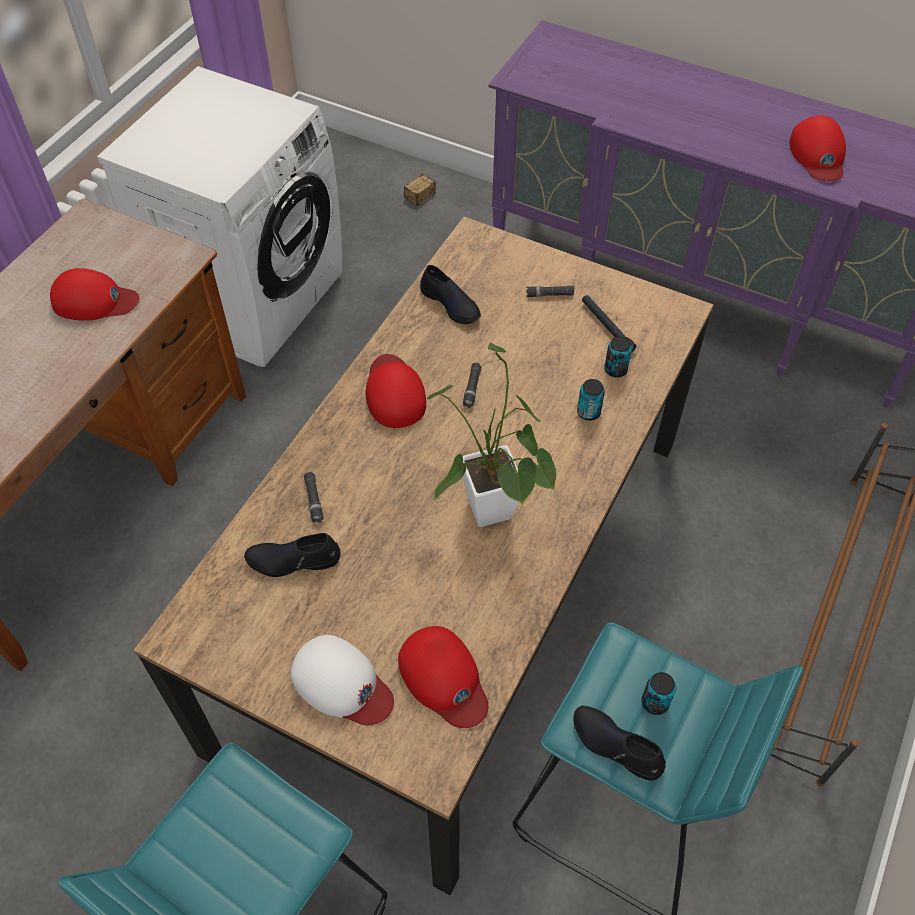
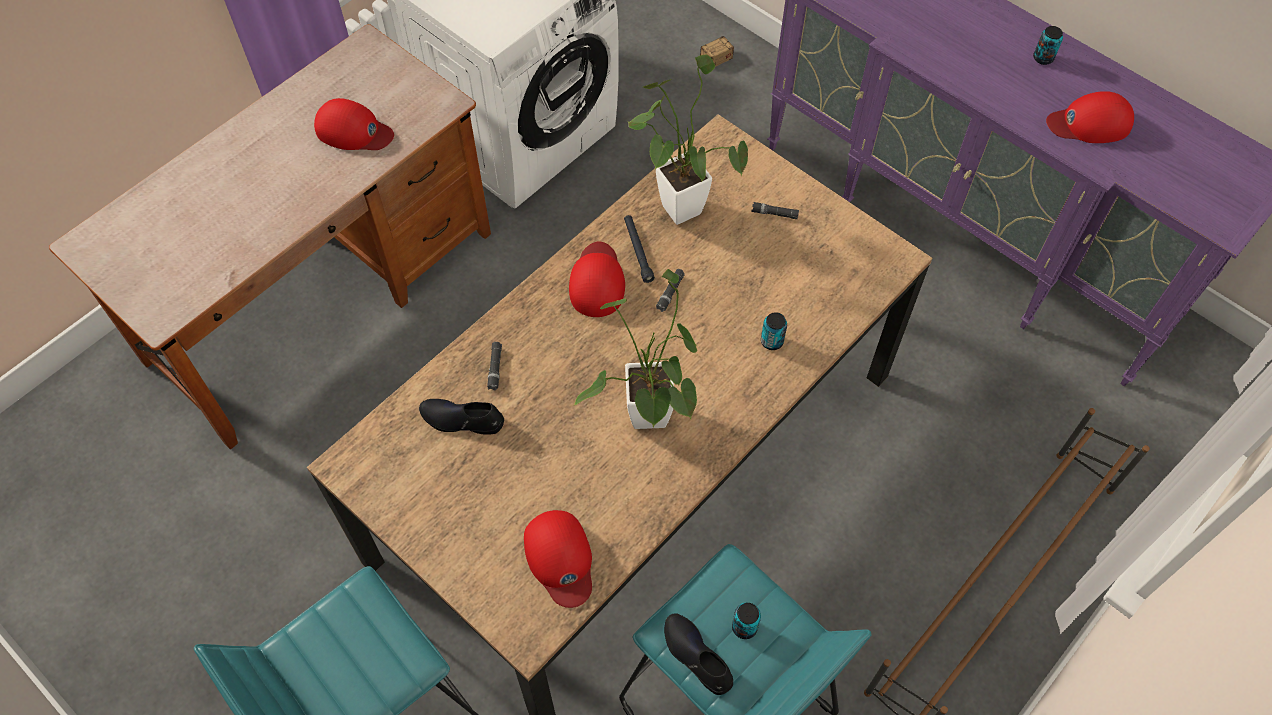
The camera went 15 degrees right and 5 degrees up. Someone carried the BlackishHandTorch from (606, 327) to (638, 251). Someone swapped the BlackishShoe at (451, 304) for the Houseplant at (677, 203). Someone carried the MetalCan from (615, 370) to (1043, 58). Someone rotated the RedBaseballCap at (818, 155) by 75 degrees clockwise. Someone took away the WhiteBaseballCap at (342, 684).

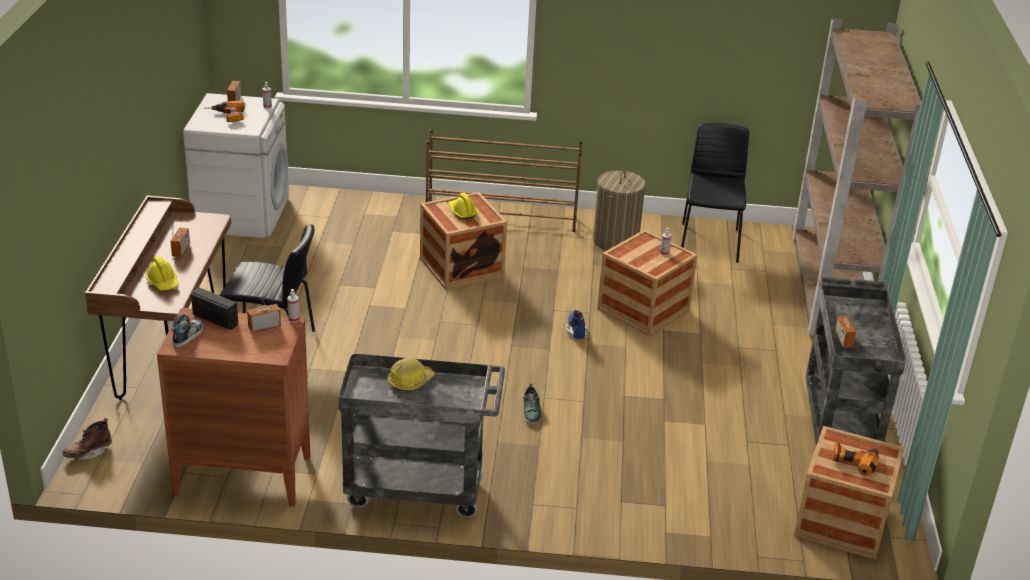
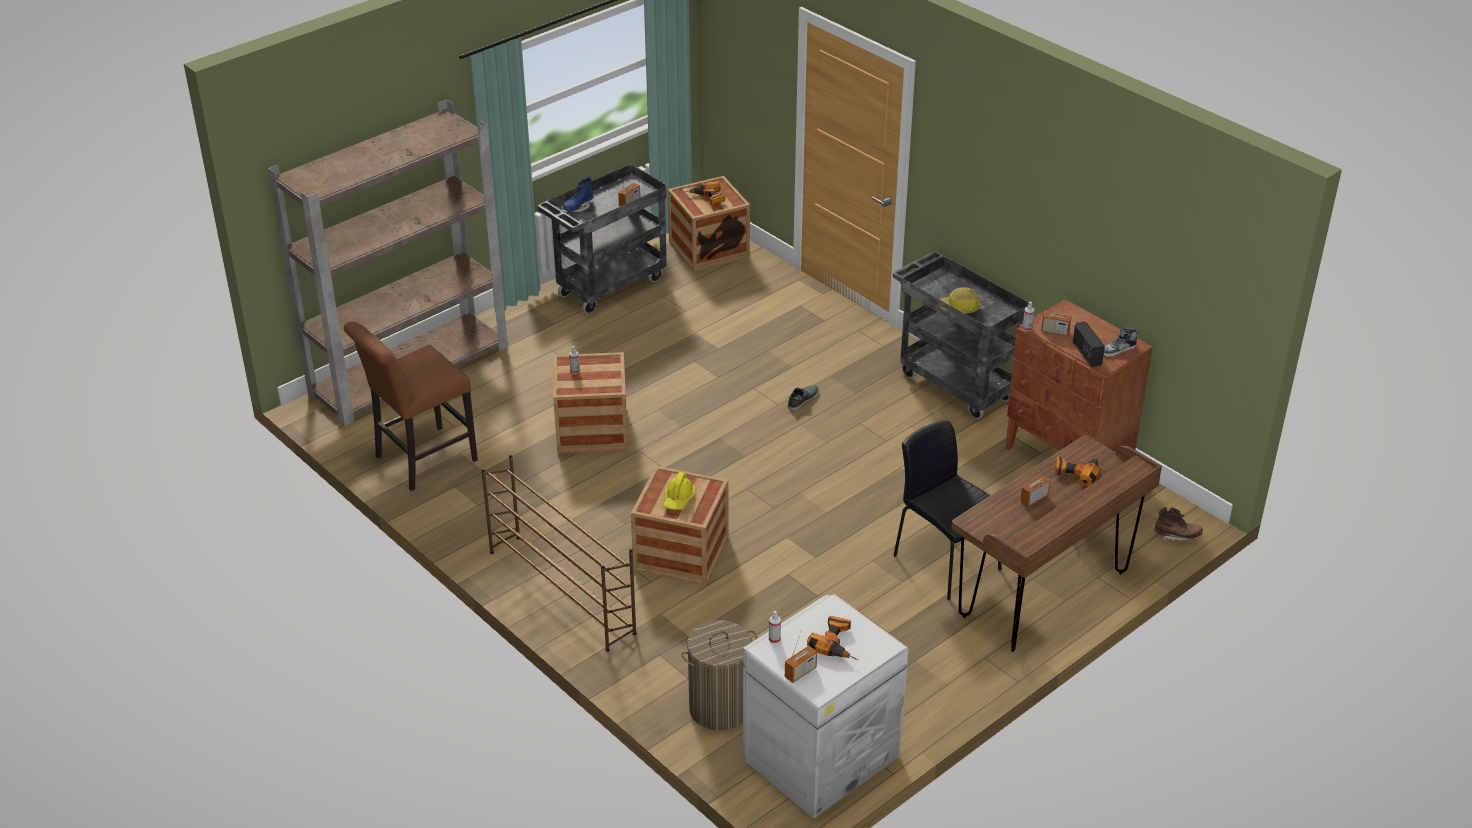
The camera went 135 degrees left and 5 degrees up. Someone swapped the BlackishUprightChair at (709, 241) for the BrownishStoolSeat at (420, 461). Someone carried the BlueTallBoot from (576, 331) to (578, 207). Someone carried the Hamper from (615, 241) to (720, 708). Someone swapped the YellowishWorkHelmet at (163, 282) for the PowerDrill at (1076, 471).

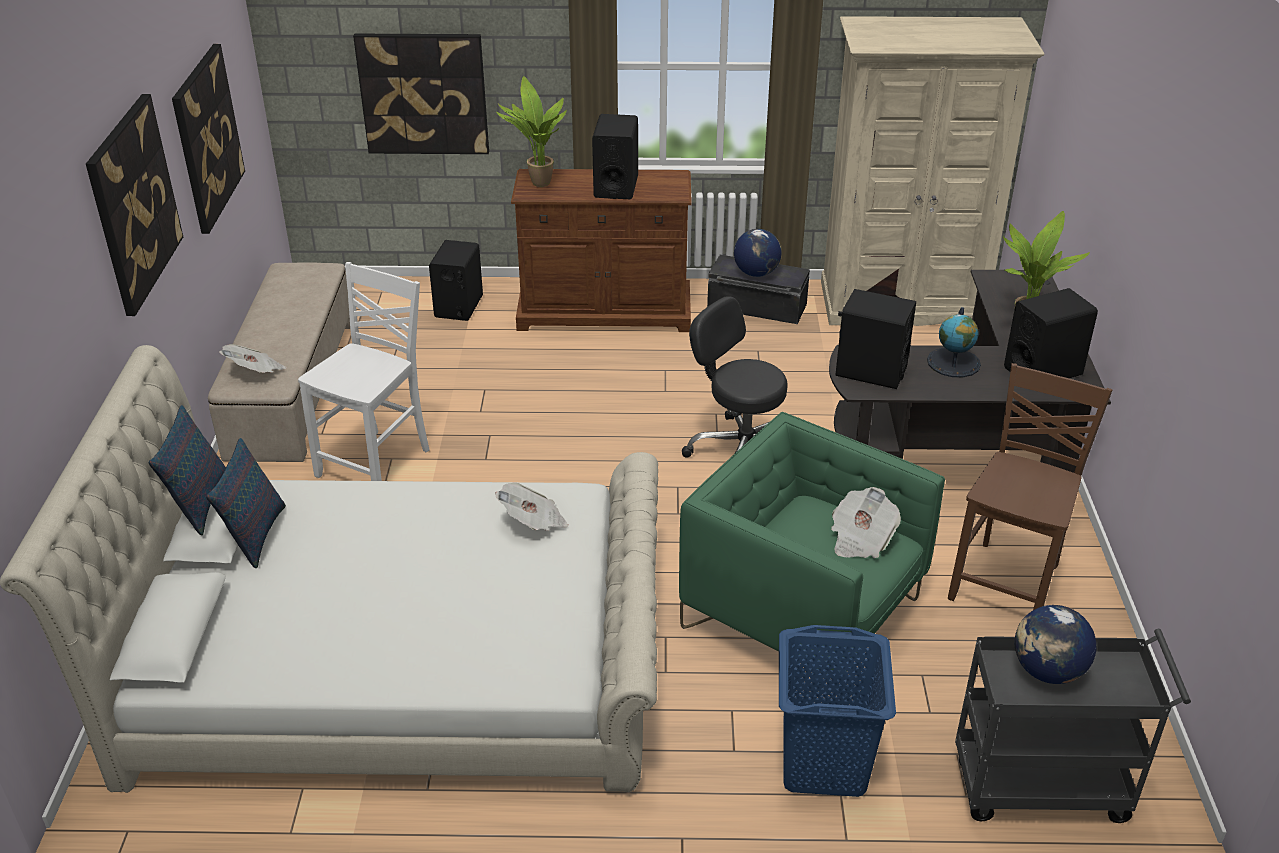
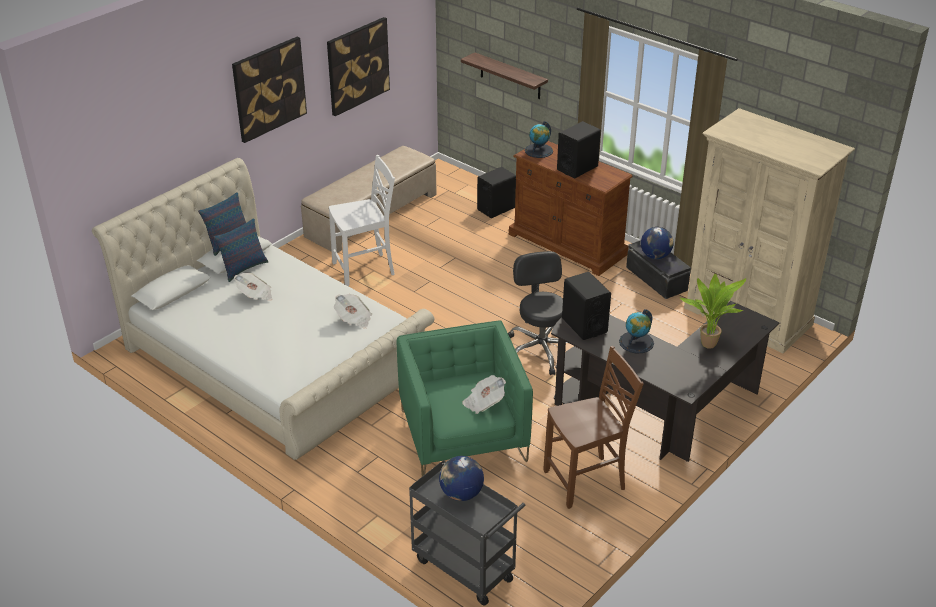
The camera went 40 degrees right and 0 degrees up. Someone carried the Newspaper from (256, 372) to (255, 295). Someone swapped the Picture at (423, 93) for the WallShelf at (510, 76). Someone swapped the Houseplant at (537, 184) for the Globe at (539, 151). Someone took away the BlueHamper at (823, 764). Someone took away the BlackishAudioSpeaker at (1043, 371).

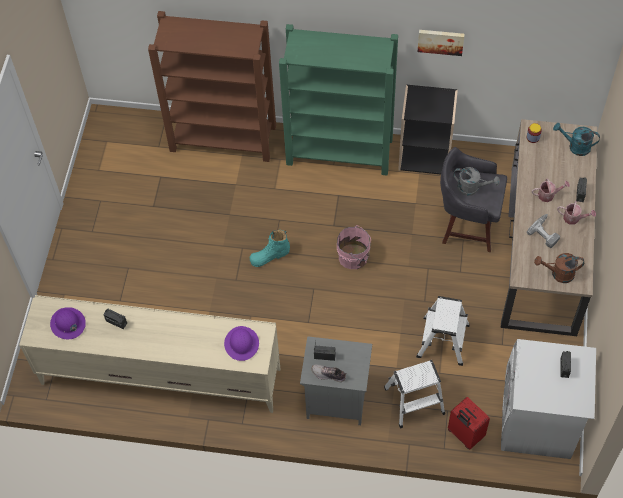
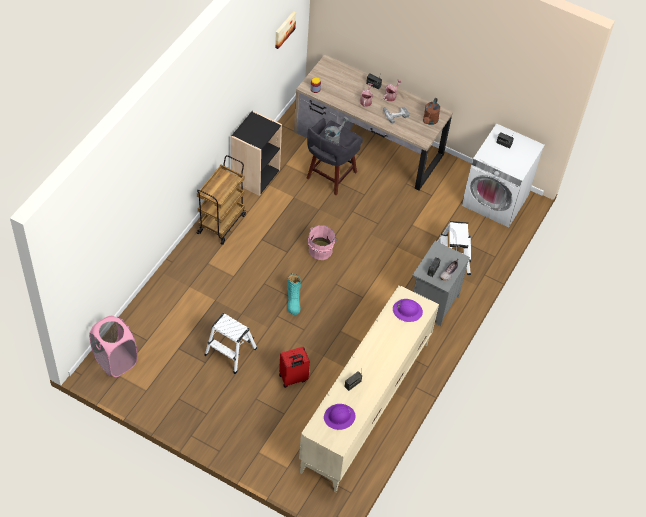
The camera went 75 degrees left and 5 degrees down. Someone put down the PinkColouredHamper at (115, 360). Someone swapped the GreenColouredBookshelf at (339, 151) for the BrownishCart at (222, 223). Someone carried the WhiteStepLadder from (443, 340) to (230, 351). Someone carried the Picture from (440, 41) to (284, 29). Someone carried the RedPieceOfLuggage from (464, 434) to (293, 378). Someone took away the BrownishBookshelf at (223, 138). Someone took away the BlueGreenWateringPot at (575, 146).

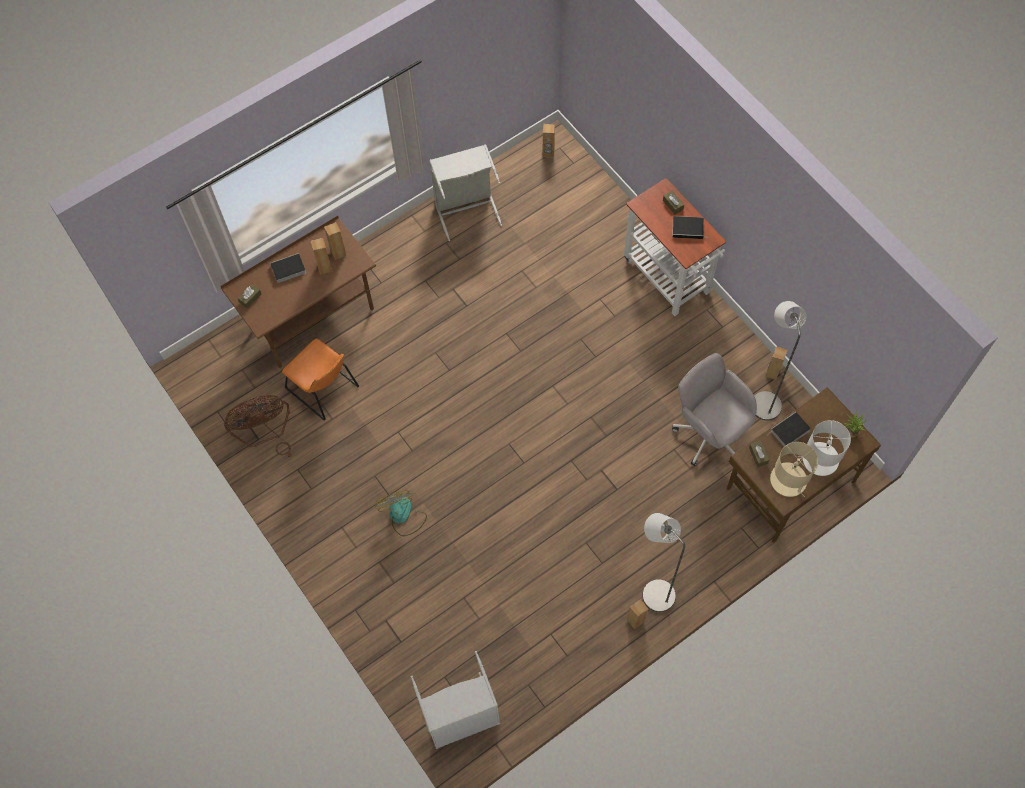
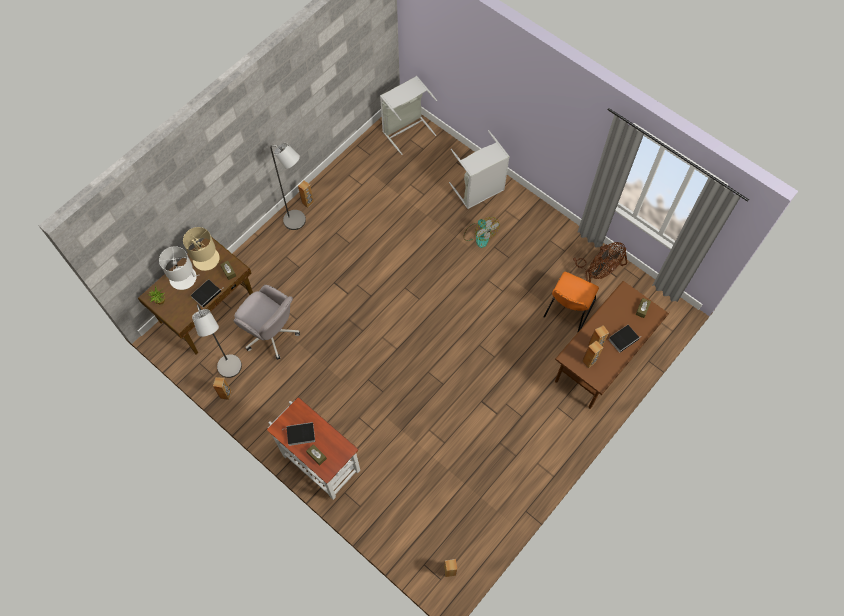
The camera went 165 degrees right and 0 degrees up. Someone carried the GreyishHamper from (466, 209) to (479, 191). Someone rotated the OrangeColouredUprightChair at (324, 390) by 90 degrees counterclockwise.

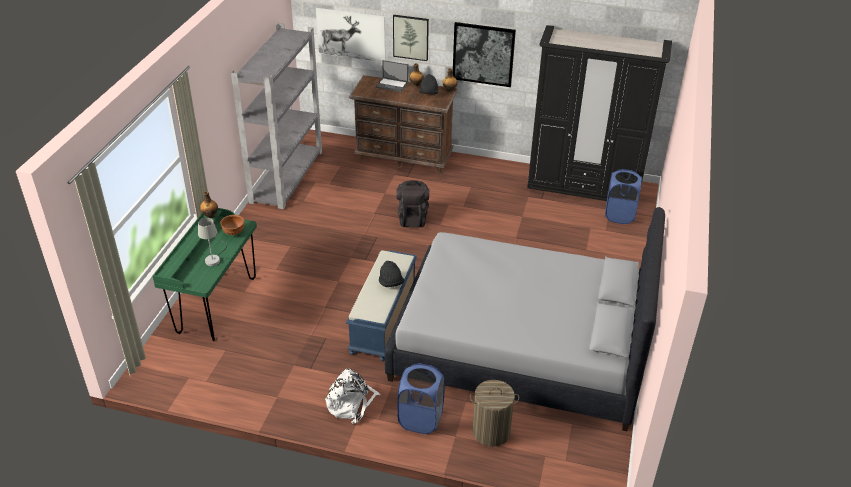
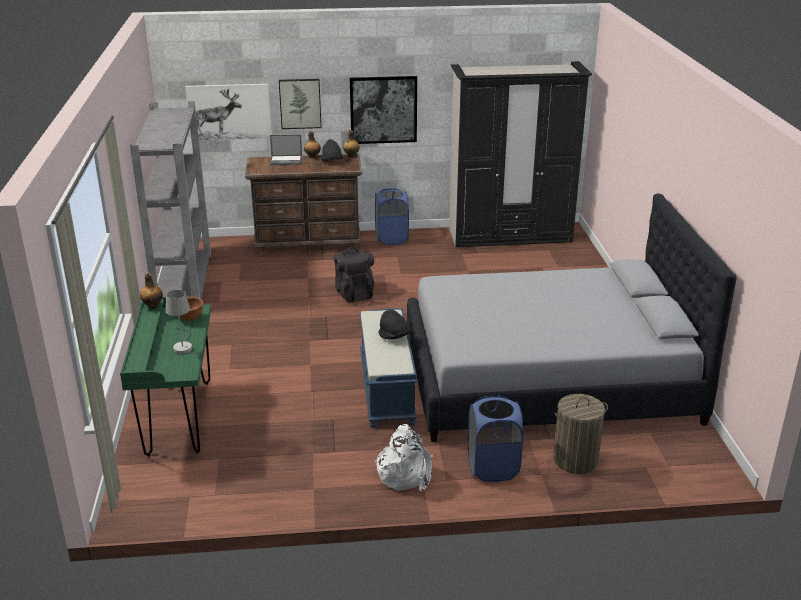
The camera went 20 degrees left and 10 degrees down. Someone carried the BlueHamper from (619, 215) to (391, 239).

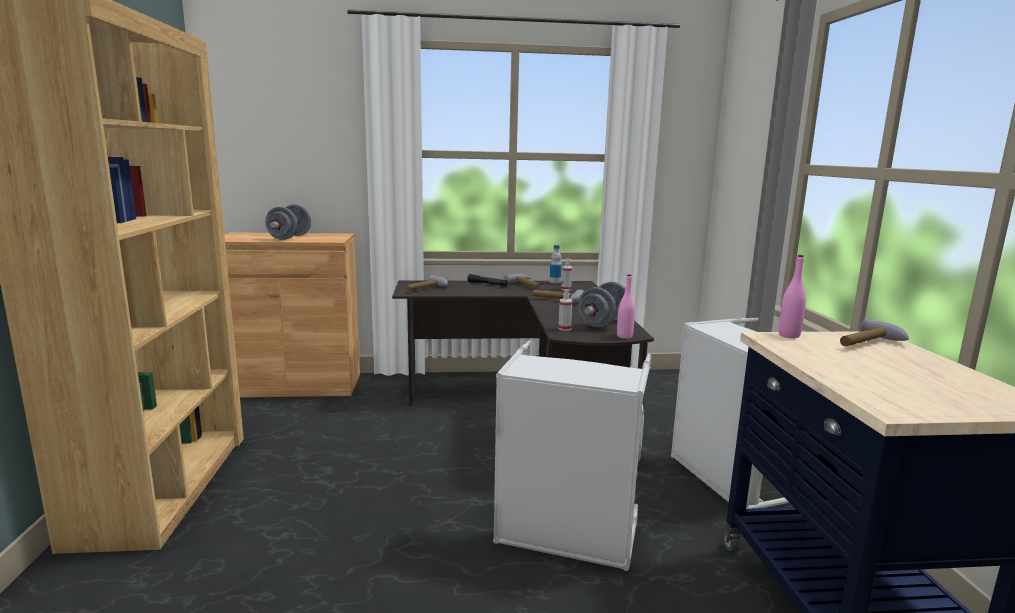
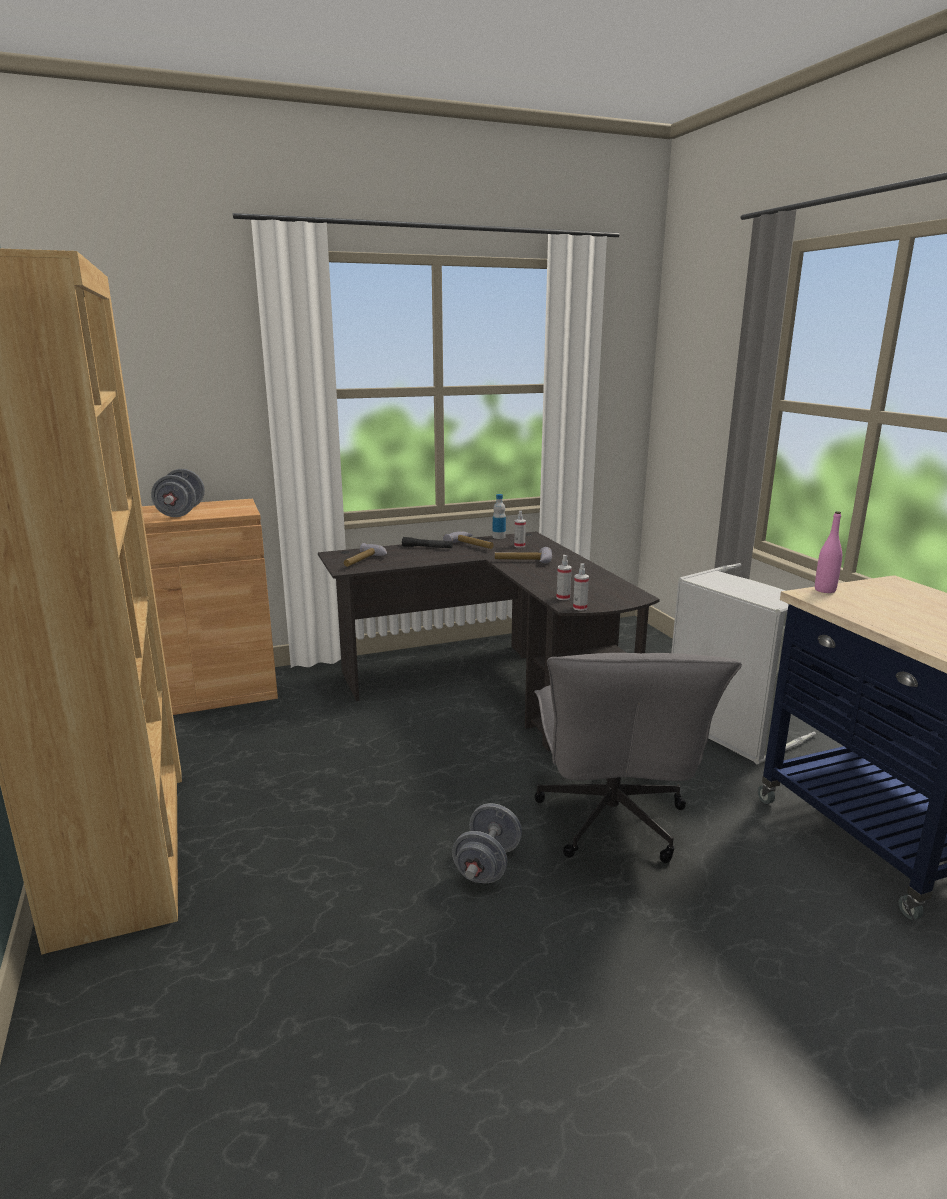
The camera went 15 degrees left and 5 degrees up. Someone carried the GreyishFreeWeight from (603, 322) to (487, 865). Someone swapped the GreyishHamper at (566, 535) for the GreyishOfficeChair at (610, 817). Someone put down the Sprayer at (580, 608). Someone took away the PinkColouredBeverageBottle at (624, 336). Someone took away the Hammer at (869, 344).

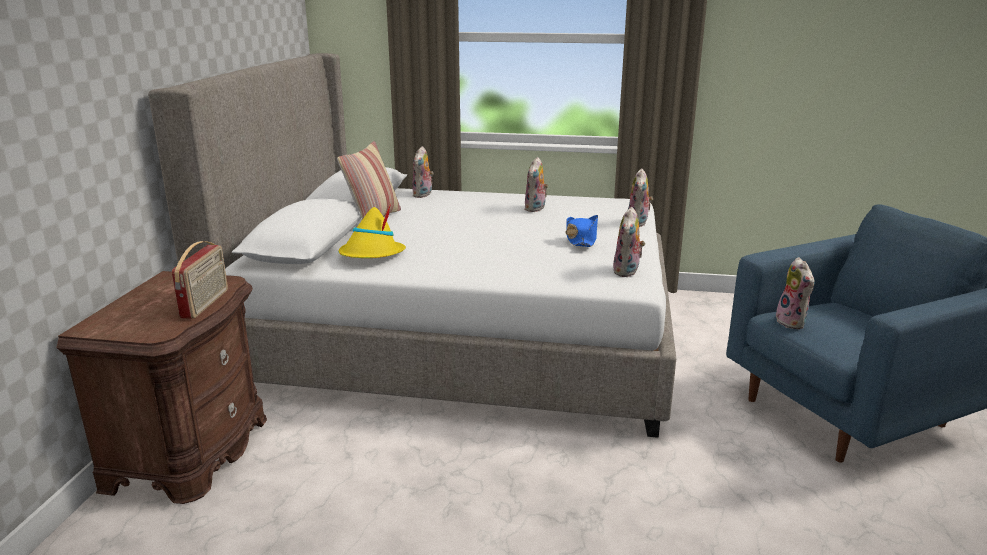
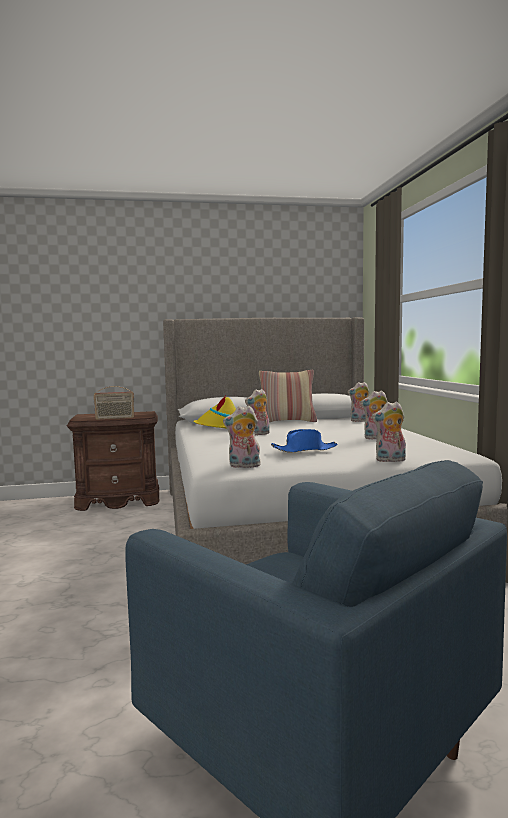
The camera went 70 degrees right and 15 degrees down. Someone carried the SoftToy from (793, 322) to (259, 434).

